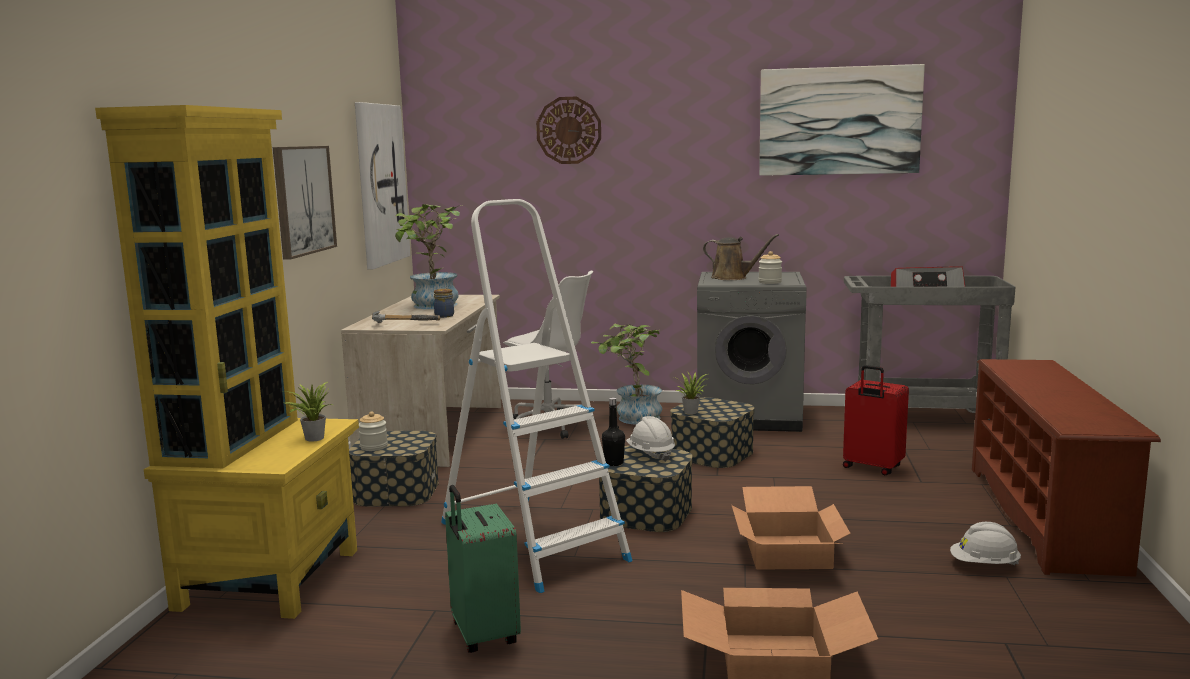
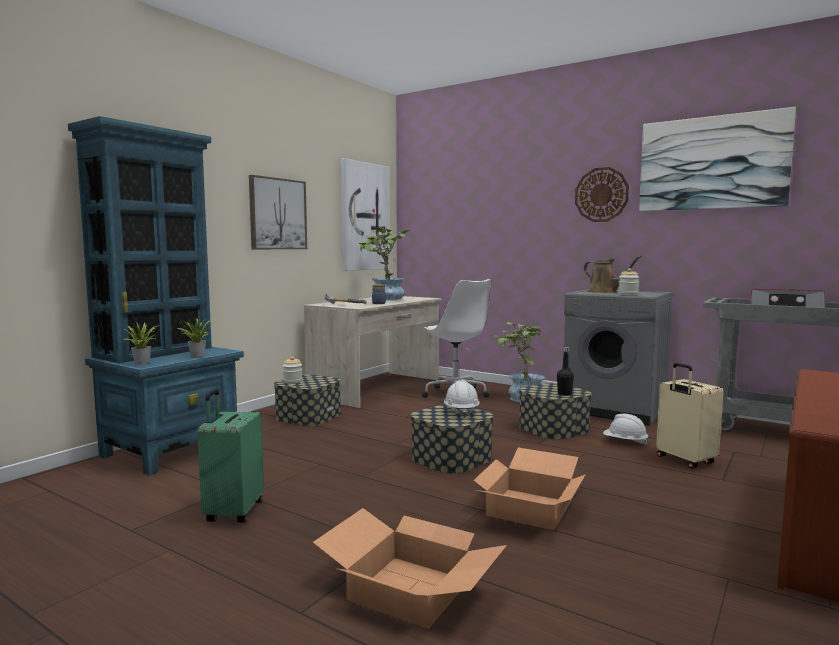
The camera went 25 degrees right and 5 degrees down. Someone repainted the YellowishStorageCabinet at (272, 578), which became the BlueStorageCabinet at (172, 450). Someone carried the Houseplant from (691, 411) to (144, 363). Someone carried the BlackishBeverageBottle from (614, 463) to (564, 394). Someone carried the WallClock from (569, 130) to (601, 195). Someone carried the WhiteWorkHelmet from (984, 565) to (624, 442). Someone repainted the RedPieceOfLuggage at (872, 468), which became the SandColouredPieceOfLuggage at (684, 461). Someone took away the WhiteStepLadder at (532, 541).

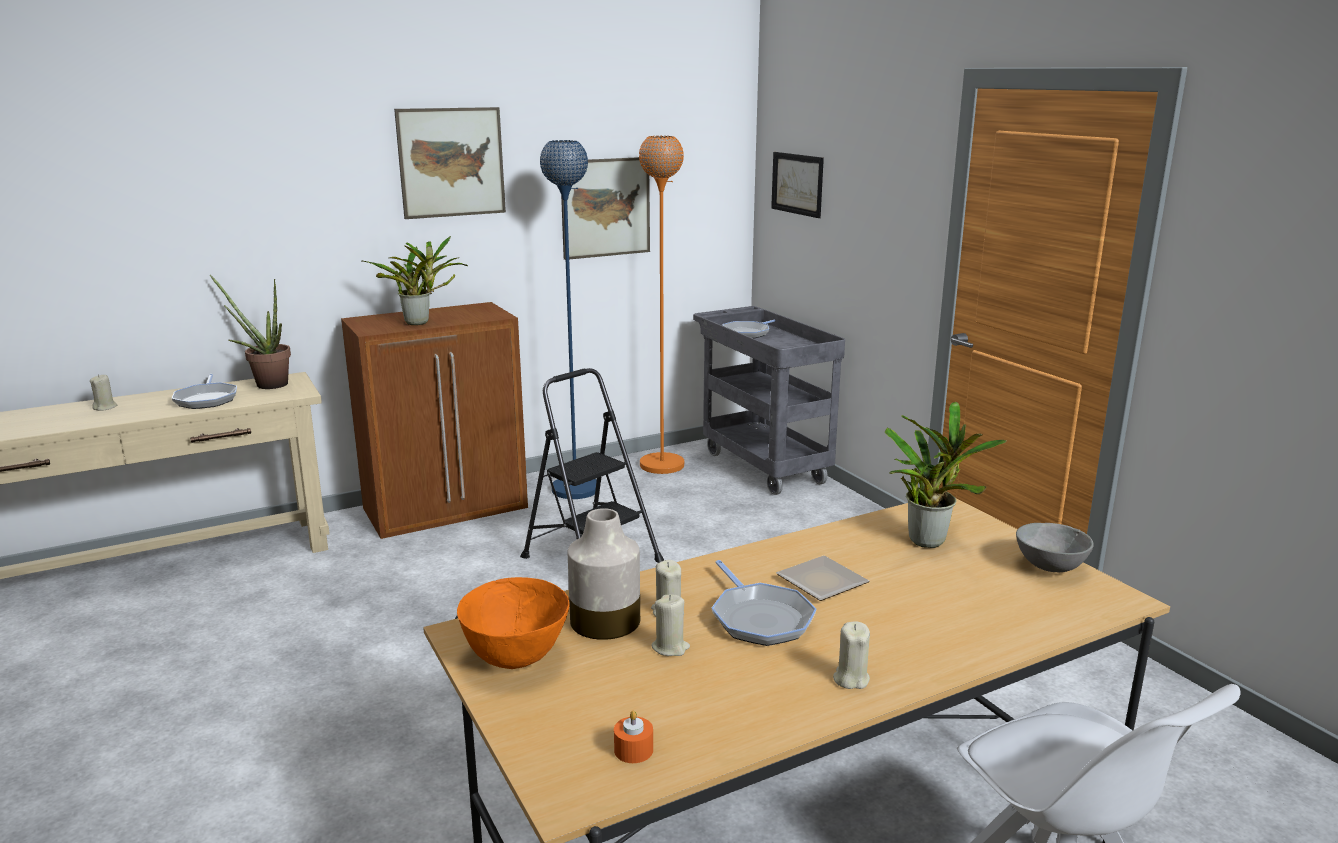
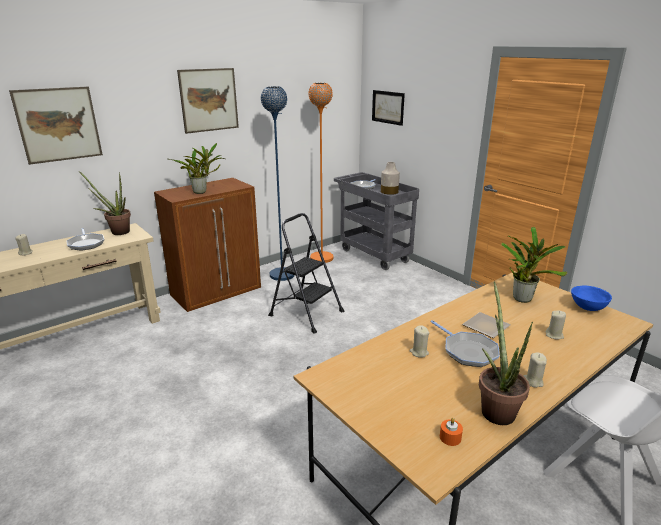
The camera went 10 degrees left and 5 degrees up. Someone carried the Picture from (606, 207) to (58, 124). Someone carried the SandColouredDecorativeVase from (605, 620) to (389, 192). Someone put down the Houseplant at (495, 408). Someone carried the SandColouredCandle from (670, 647) to (554, 335). Someone repainted the GreyishDeepDish at (1048, 567), which became the BlueDeepDish at (587, 308). Someone took away the OrangeColouredDeepDish at (515, 658).

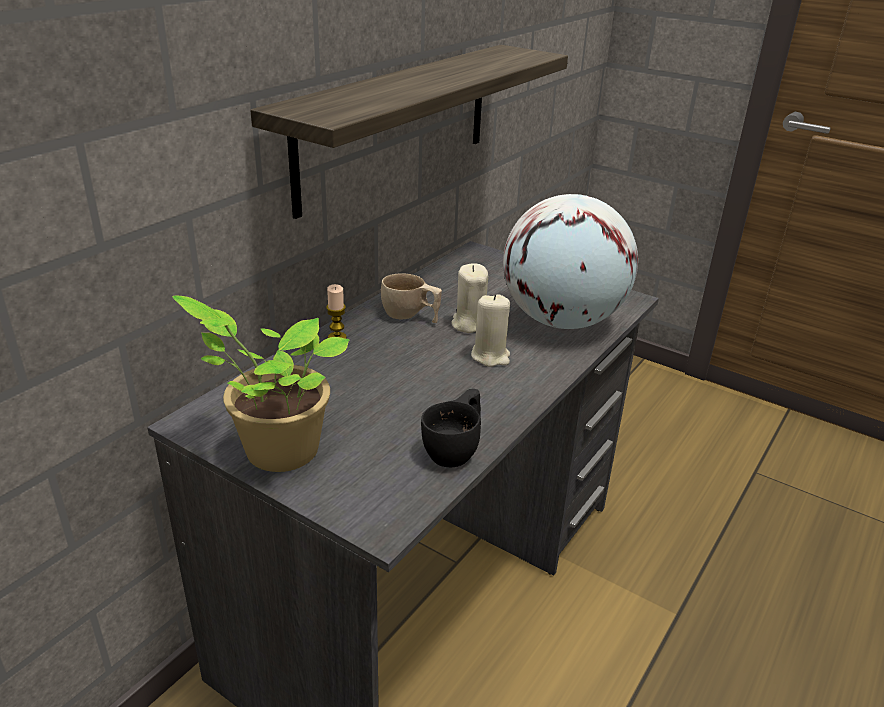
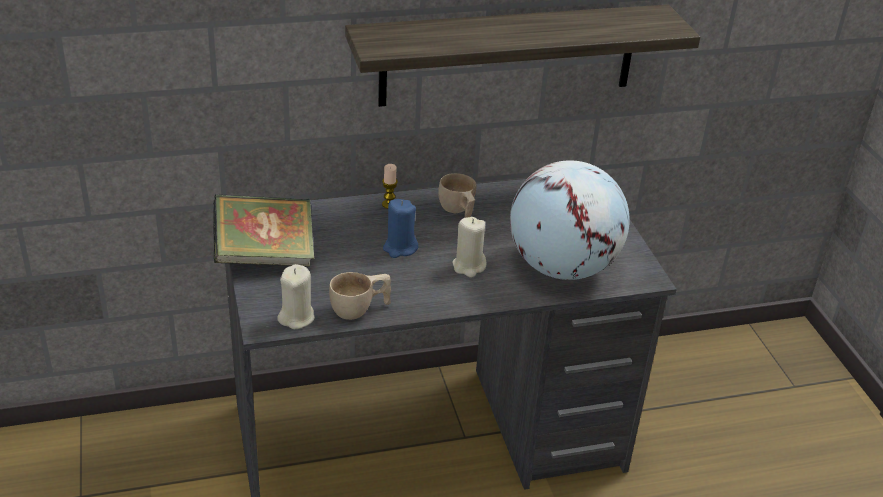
The camera went 40 degrees right and 5 degrees up. Someone swapped the Houseplant at (276, 450) for the BoundBook at (265, 256). Someone carried the SandColouredCandle from (469, 324) to (296, 317). Someone repainted the BlackishSmallCup at (457, 448), which became the SandColouredSmallCup at (360, 309). Someone put down the BlueCandle at (400, 248).

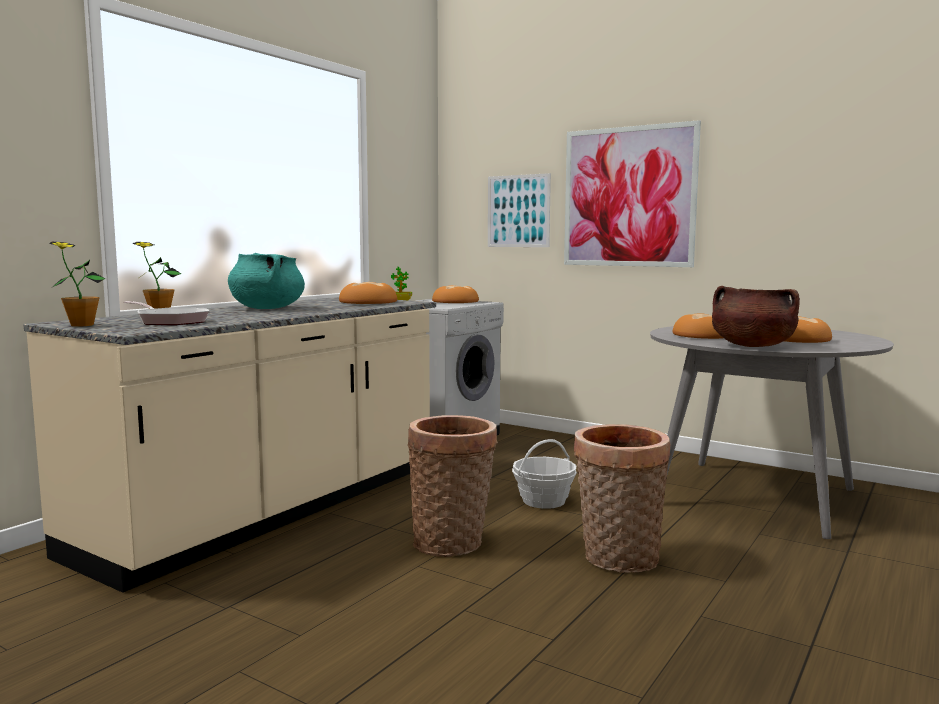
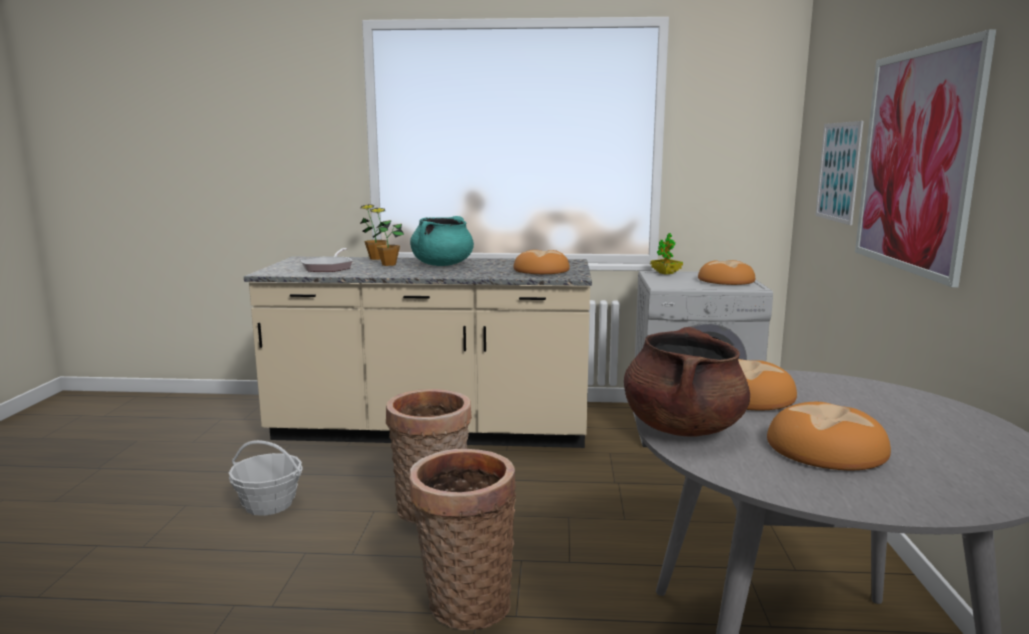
The camera went 60 degrees right and 5 degrees up. Someone carried the Basket from (543, 501) to (268, 504). Someone carried the Houseplant from (81, 325) to (388, 264).

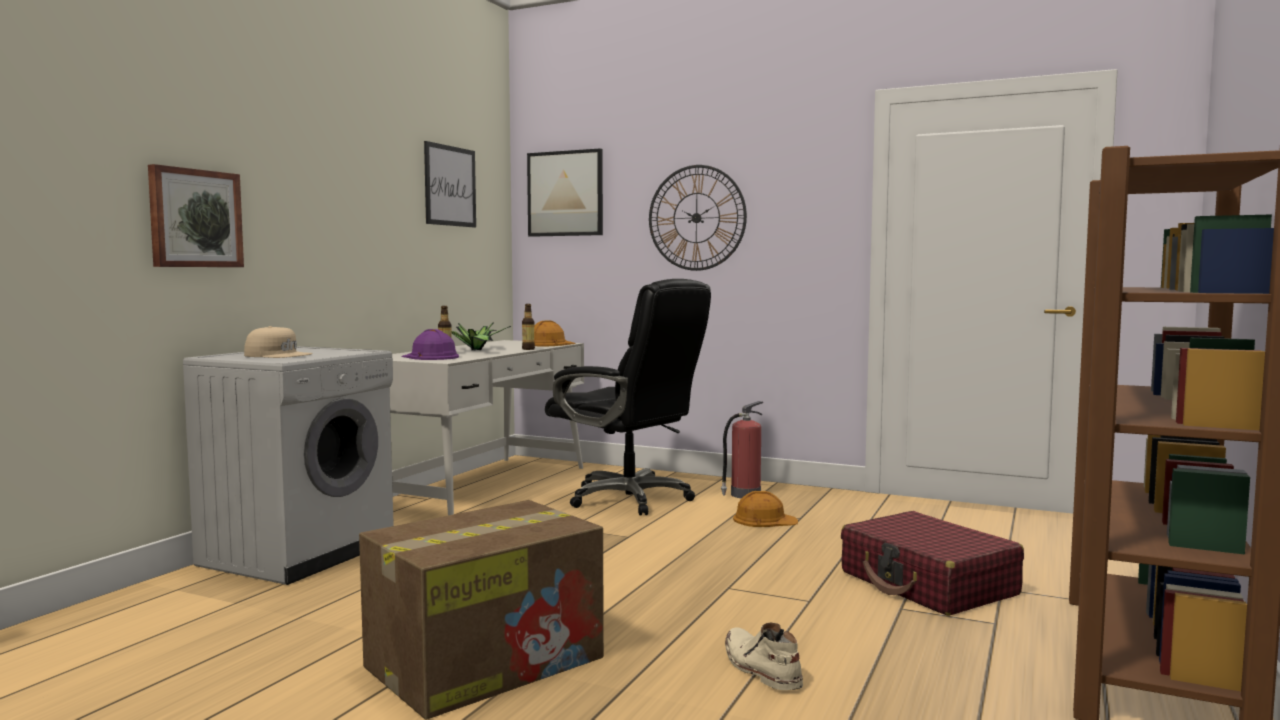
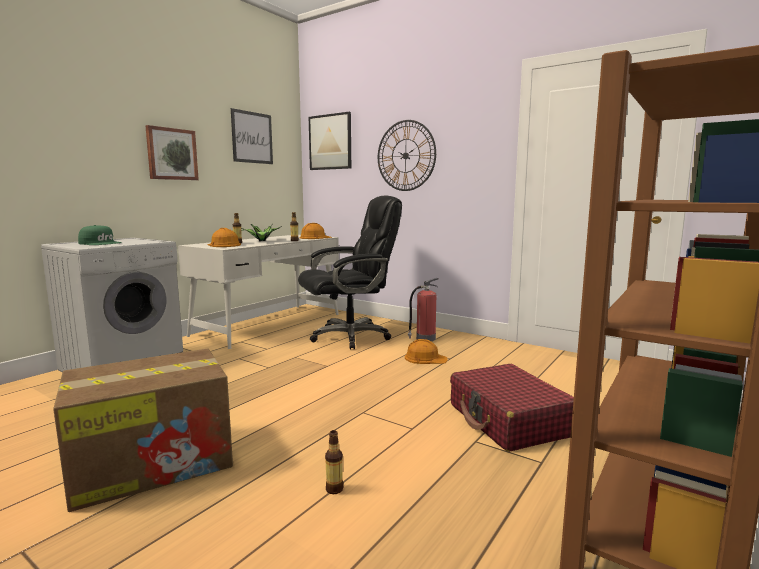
The camera went 10 degrees right and 5 degrees up. Someone repainted the SandColouredBaseballCap at (278, 355), which became the GreenColouredBaseballCap at (100, 243). Someone carried the Picture from (195, 218) to (171, 154). Someone repainted the PurplishWorkHelmet at (430, 357), which became the OrangeColouredWorkHelmet at (223, 245). Someone rotated the BlackishOfficeChair at (627, 498) by 75 degrees counterclockwise. Someone swapped the SandColouredTallBoot at (760, 668) for the BeverageBottle at (334, 489).

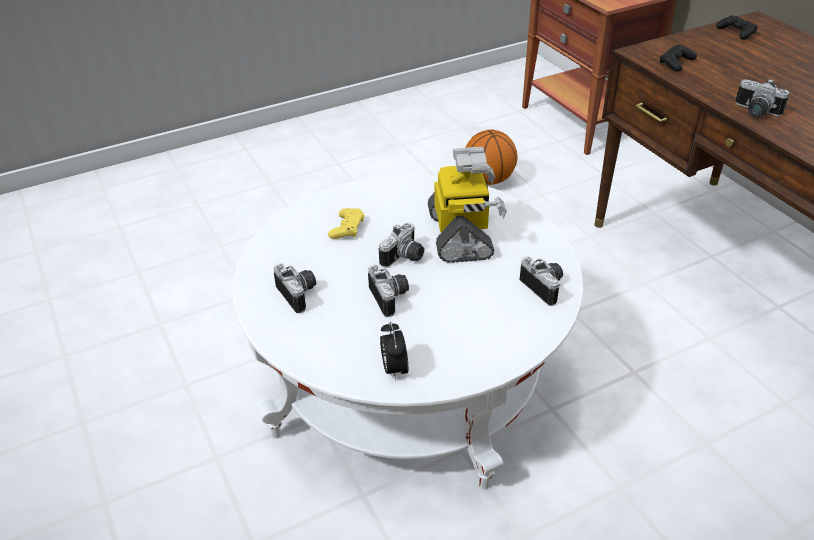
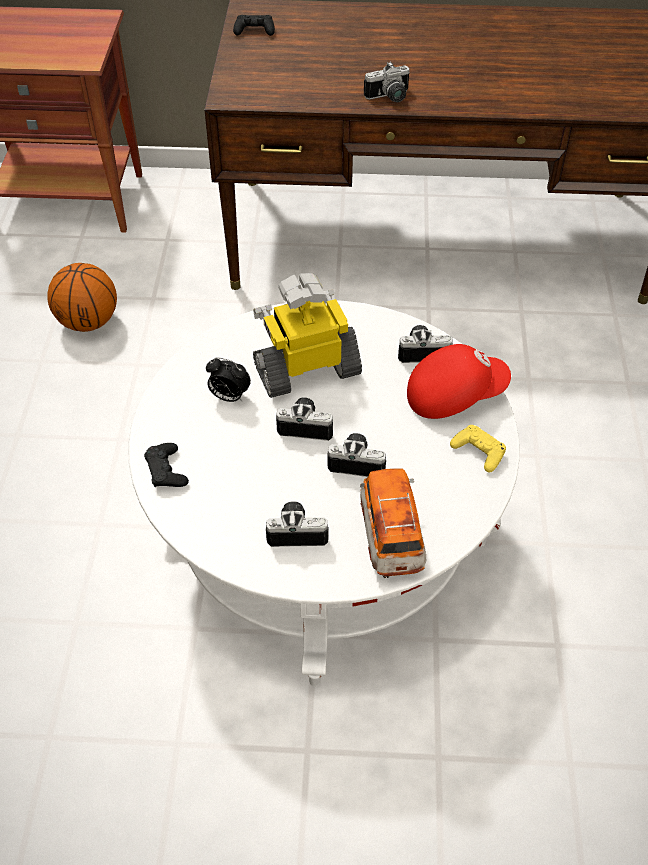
The camera went 60 degrees left and 10 degrees up. Someone carried the BlackishJoypad from (676, 63) to (166, 471). Someone carried the AlarmClock from (394, 369) to (229, 397). Someone rotated the ToyRobot at (461, 235) by 45 degrees counterclockwise. Someone rotated the StillCamera at (405, 258) by 60 degrees counterclockwise. Someone put down the ToyCar at (391, 536). Someone put down the RedBaseballCap at (454, 395). Someone carried the YellowishJoypad from (347, 228) to (478, 452).

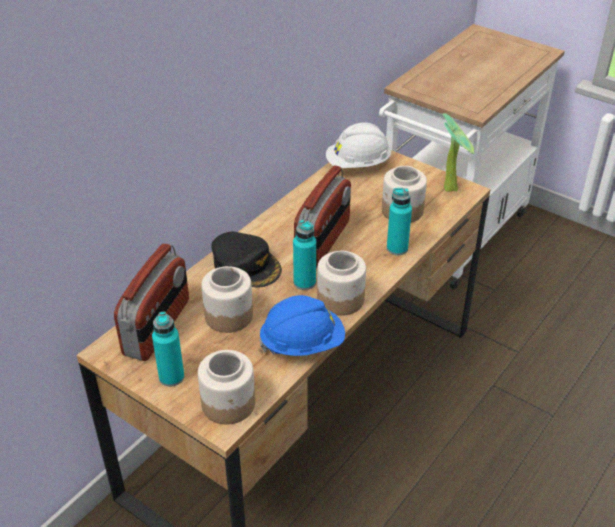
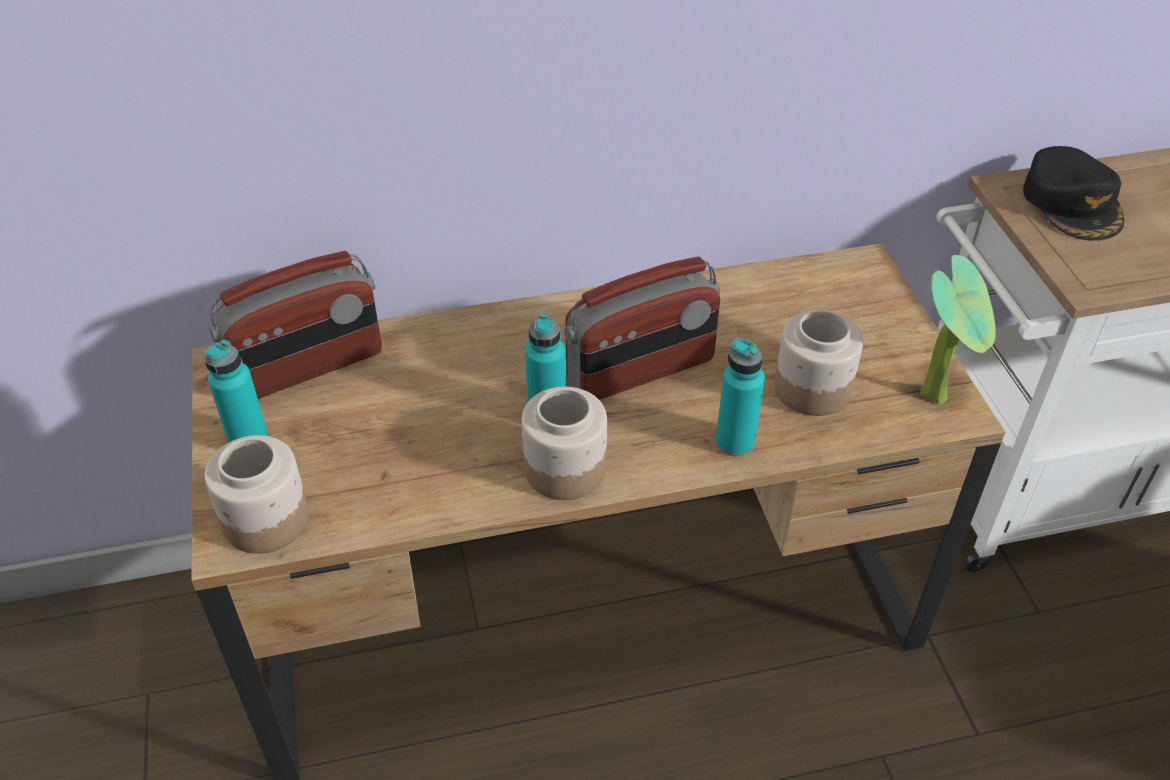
The camera went 40 degrees right and 5 degrees up. Someone carried the BlackishBaseballCap from (246, 265) to (1072, 203). Someone took away the PreserveJar at (229, 315). Someone took away the BlueWorkHelmet at (302, 344). Someone took away the WhiteWorkHelmet at (358, 165).

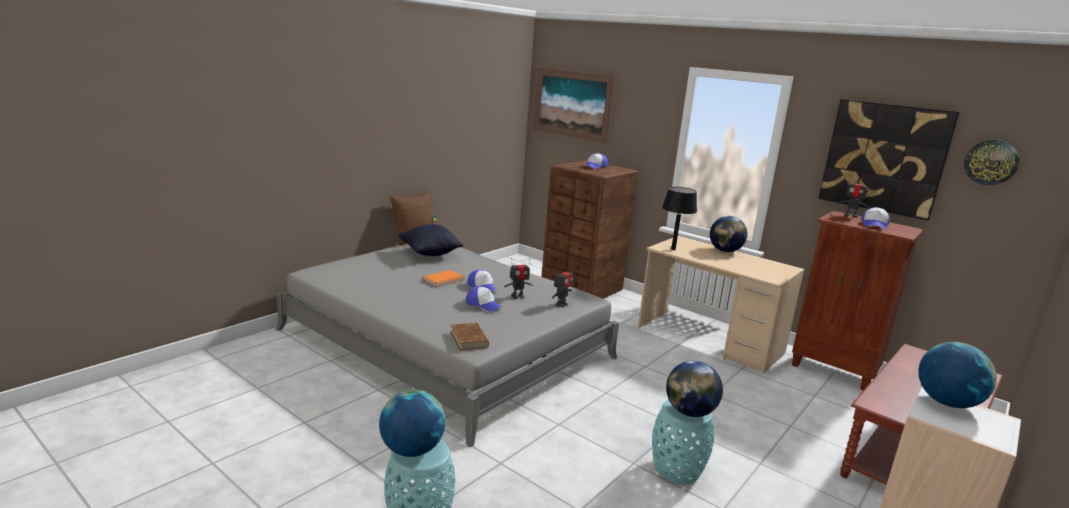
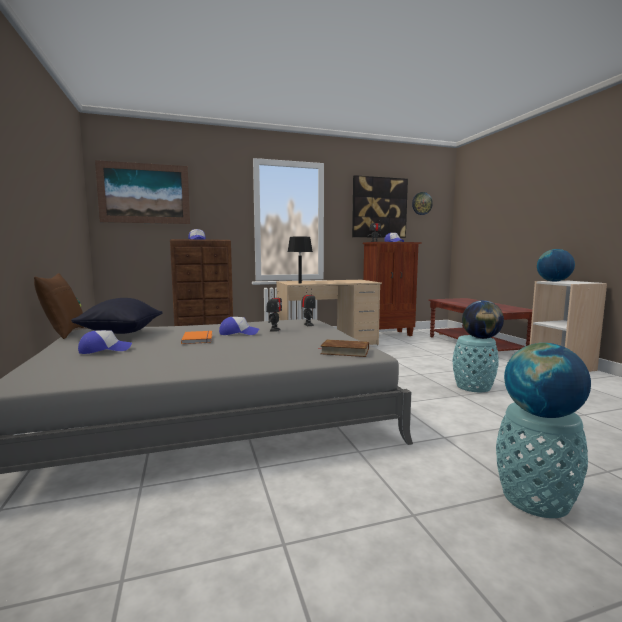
The camera went 55 degrees left and 10 degrees down. Someone carried the BaseballCap from (483, 304) to (105, 350). Someone took away the Globe at (725, 251).

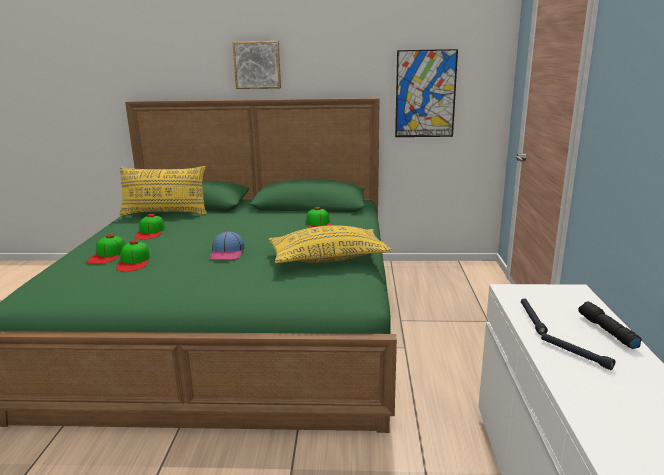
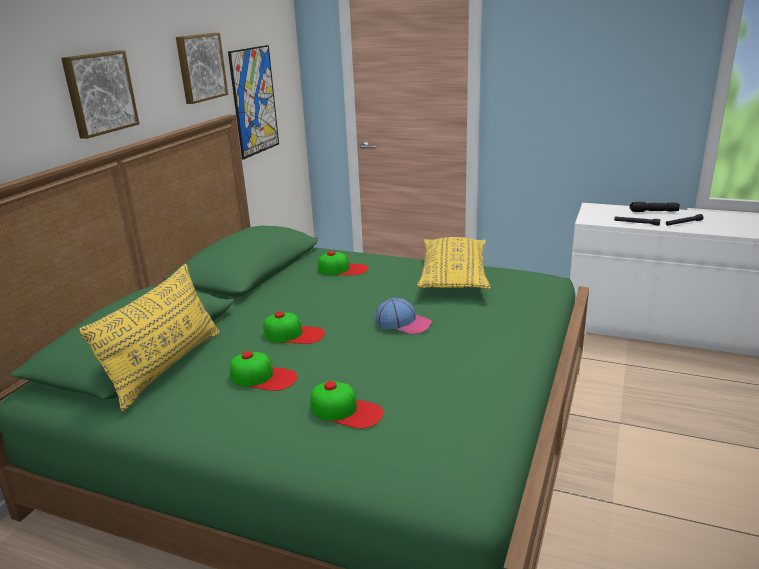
The camera went 70 degrees left and 5 degrees up. Someone put up the Picture at (200, 67). Someone carried the BaseballCap from (134, 261) to (294, 334).

